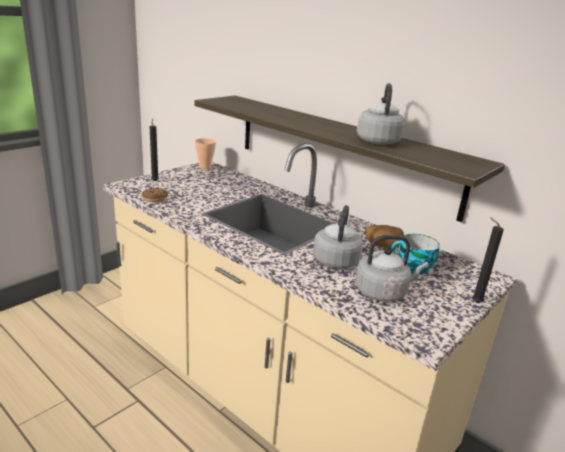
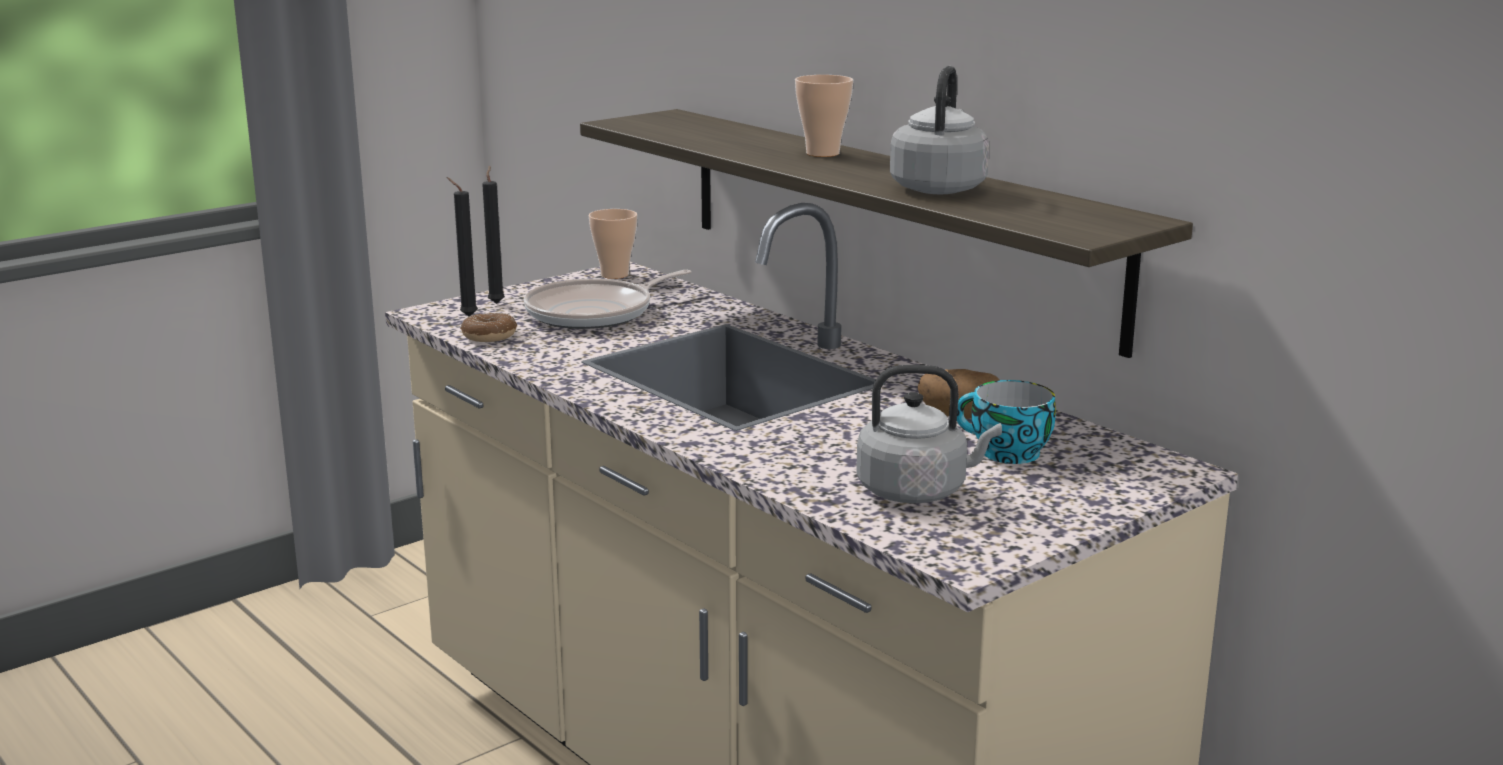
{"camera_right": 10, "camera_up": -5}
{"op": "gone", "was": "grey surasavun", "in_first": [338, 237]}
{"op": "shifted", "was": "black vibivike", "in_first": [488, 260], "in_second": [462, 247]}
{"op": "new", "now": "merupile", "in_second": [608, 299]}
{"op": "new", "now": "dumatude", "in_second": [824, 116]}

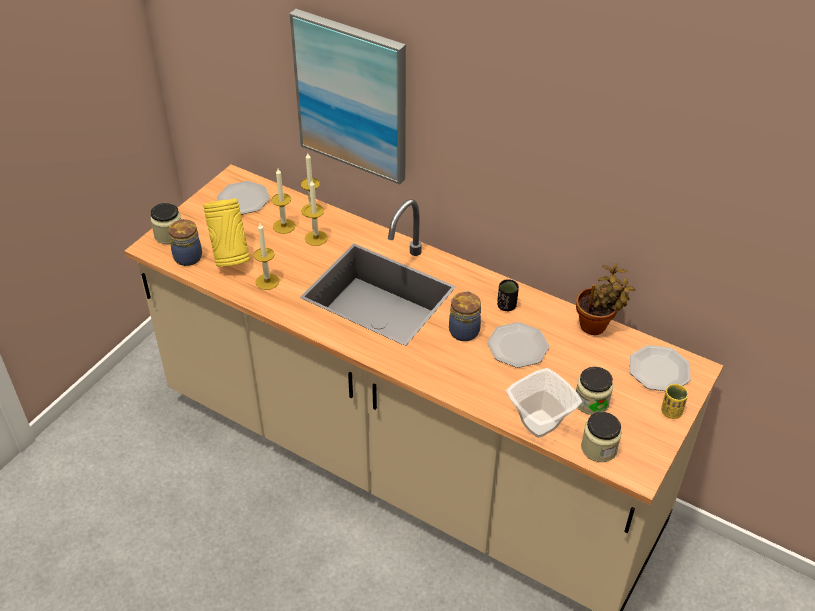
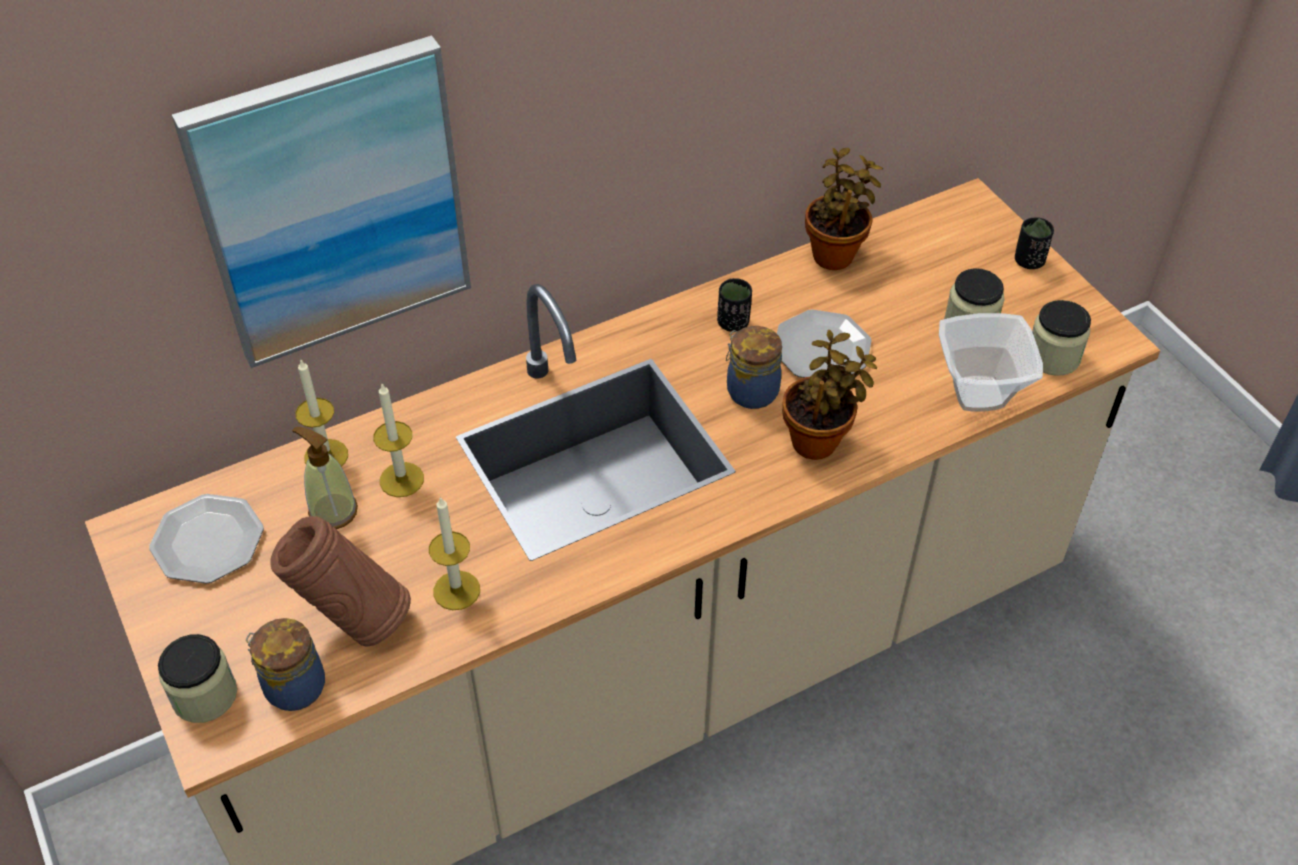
{"camera_right": -60, "camera_up": 5}
{"op": "repainted", "was": "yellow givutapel", "now": "brown givutapel", "in_first": [226, 232], "in_second": [340, 581]}
{"op": "swapped", "was": "vibivike", "now": "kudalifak", "in_first": [283, 201], "in_second": [325, 478]}
{"op": "gone", "was": "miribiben", "in_first": [660, 368]}
{"op": "repainted", "was": "yellow dumatude", "now": "black dumatude", "in_first": [674, 401], "in_second": [1034, 243]}
{"op": "new", "now": "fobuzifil", "in_second": [829, 395]}

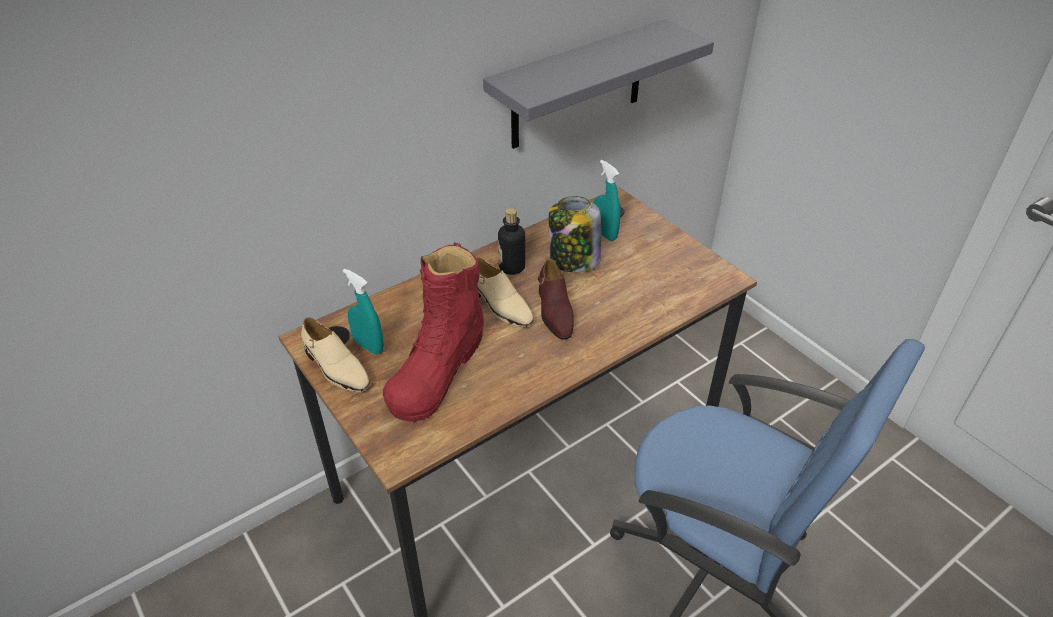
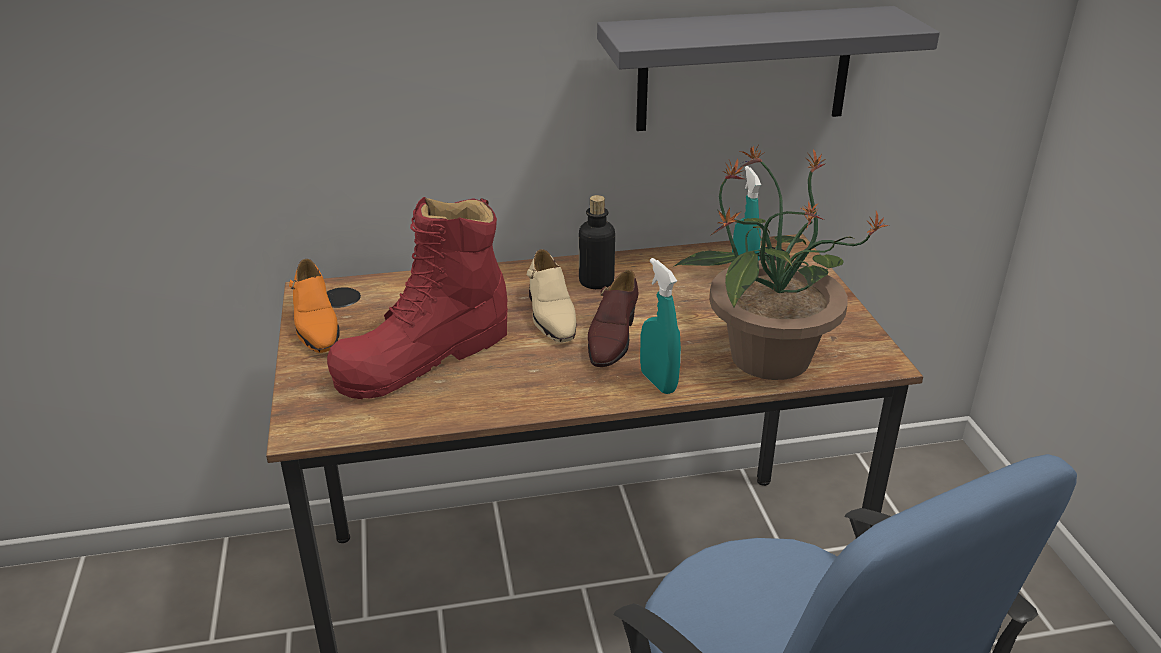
{"camera_right": 25, "camera_up": -10}
{"op": "repainted", "was": "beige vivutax", "now": "orange vivutax", "in_first": [335, 355], "in_second": [314, 306]}
{"op": "shifted", "was": "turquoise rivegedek", "in_first": [363, 311], "in_second": [660, 326]}
{"op": "gone", "was": "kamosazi", "in_first": [575, 234]}
{"op": "new", "now": "fobuzifil", "in_second": [781, 262]}

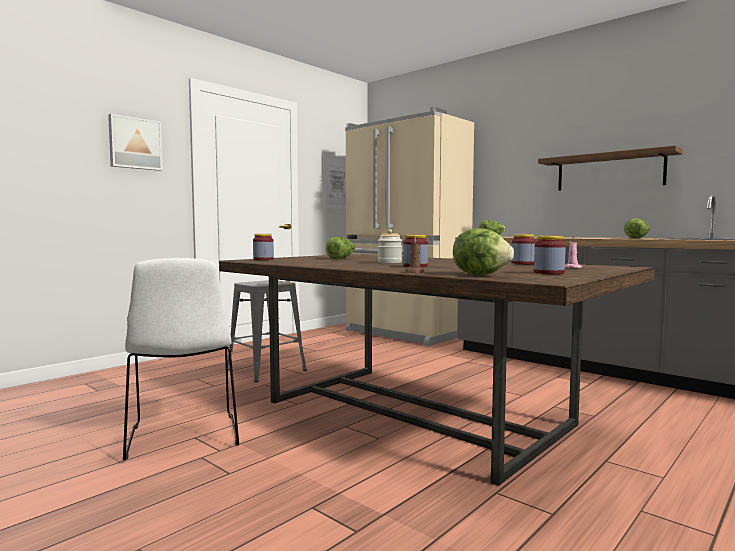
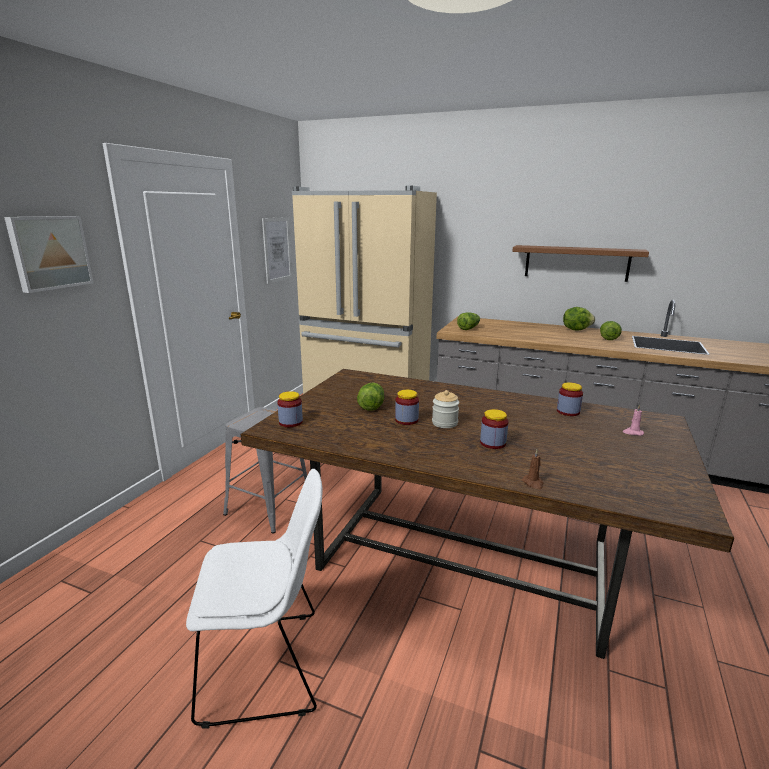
{"camera_right": -20, "camera_up": 15}
{"op": "rotated", "was": "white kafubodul", "in_first": [181, 359], "in_second": [254, 599], "clockwise": -60}
{"op": "shifted", "was": "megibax", "in_first": [483, 251], "in_second": [579, 318]}
{"op": "shifted", "was": "kamosazi", "in_first": [550, 255], "in_second": [407, 407]}

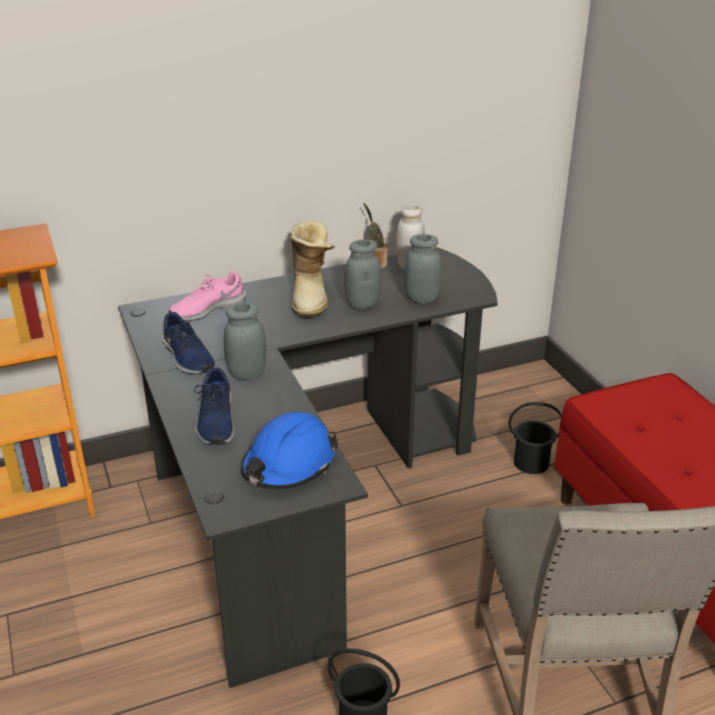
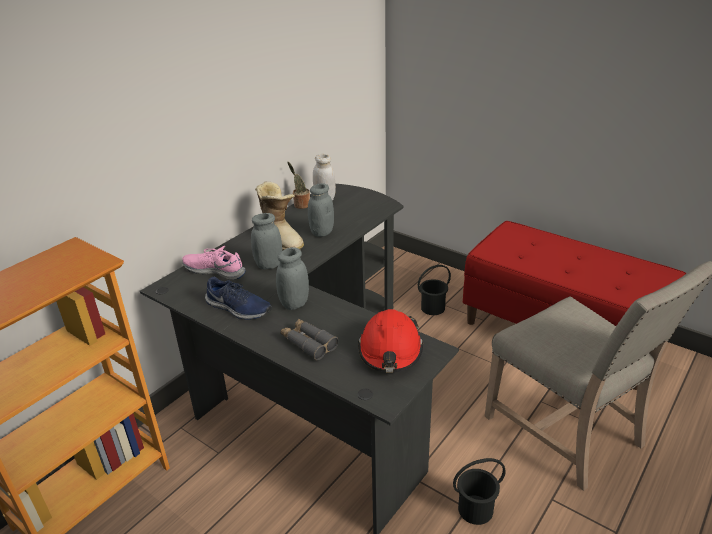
{"camera_right": -30, "camera_up": 0}
{"op": "rotated", "was": "pink vivutax", "in_first": [207, 296], "in_second": [213, 263], "clockwise": 90}
{"op": "swapped", "was": "blue vivutax", "now": "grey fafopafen", "in_first": [214, 406], "in_second": [309, 339]}
{"op": "repainted", "was": "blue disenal", "now": "red disenal", "in_first": [289, 450], "in_second": [390, 341]}
{"op": "shifted", "was": "grey kamosazi", "in_first": [423, 269], "in_second": [266, 241]}

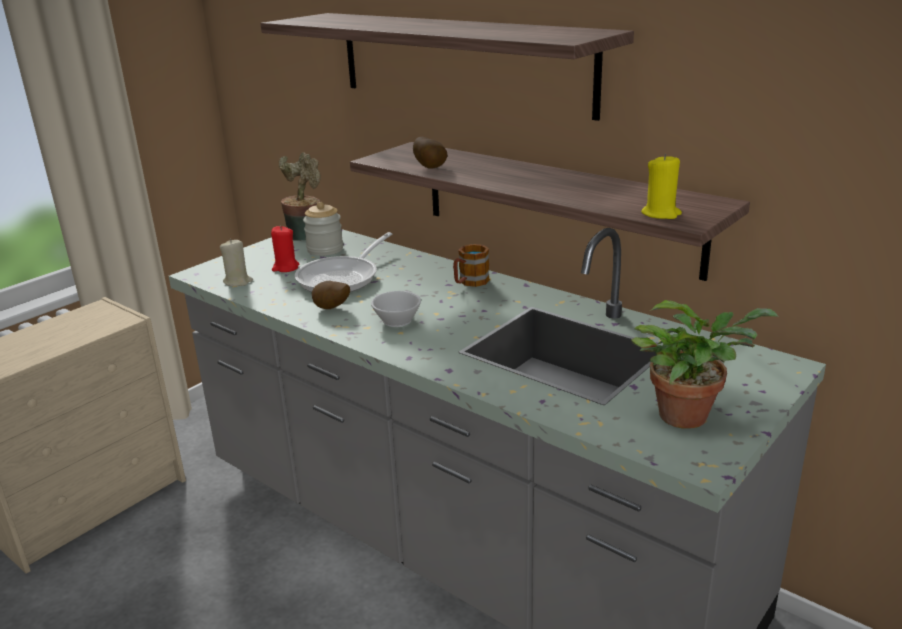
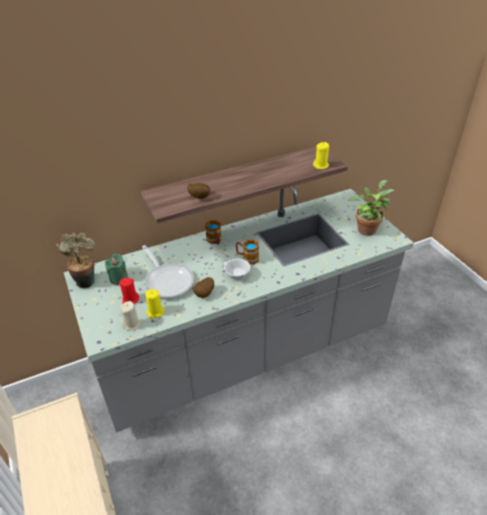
{"camera_right": -65, "camera_up": 15}
{"op": "gone", "was": "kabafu", "in_first": [447, 67]}
{"op": "swapped", "was": "kamosazi", "now": "green vibivike", "in_first": [323, 229], "in_second": [116, 269]}
{"op": "new", "now": "yellow vibivike", "in_second": [155, 304]}
{"op": "new", "now": "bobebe", "in_second": [247, 252]}

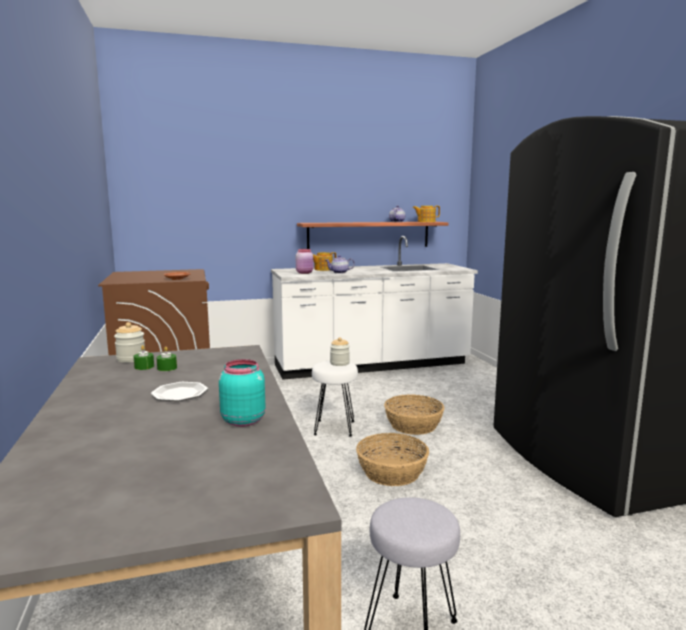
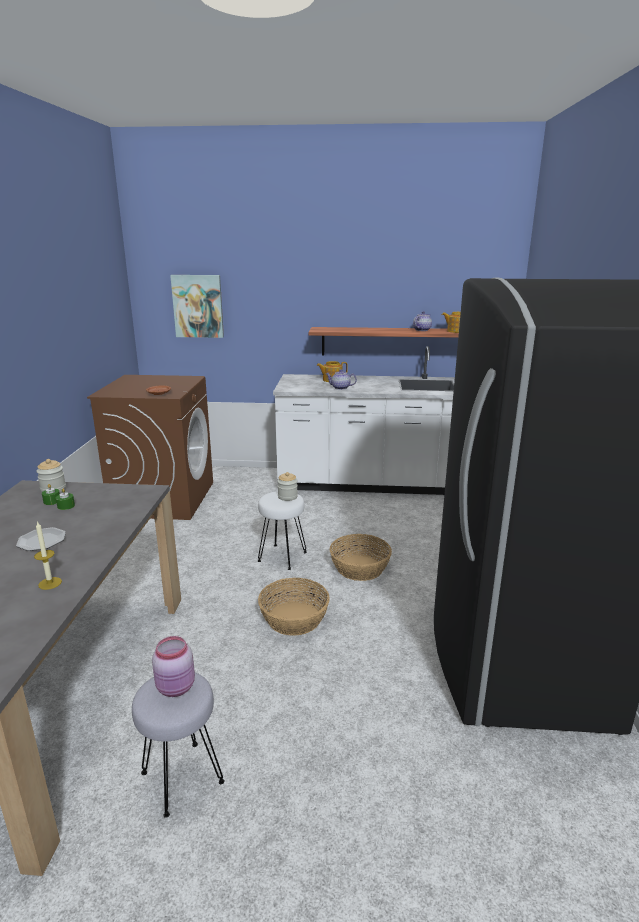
{"camera_right": 20, "camera_up": 10}
{"op": "swapped", "was": "turquoise kamosazi", "now": "vibivike", "in_first": [242, 393], "in_second": [48, 555]}
{"op": "shifted", "was": "pink kamosazi", "in_first": [304, 261], "in_second": [173, 666]}
{"op": "new", "now": "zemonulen", "in_second": [197, 306]}

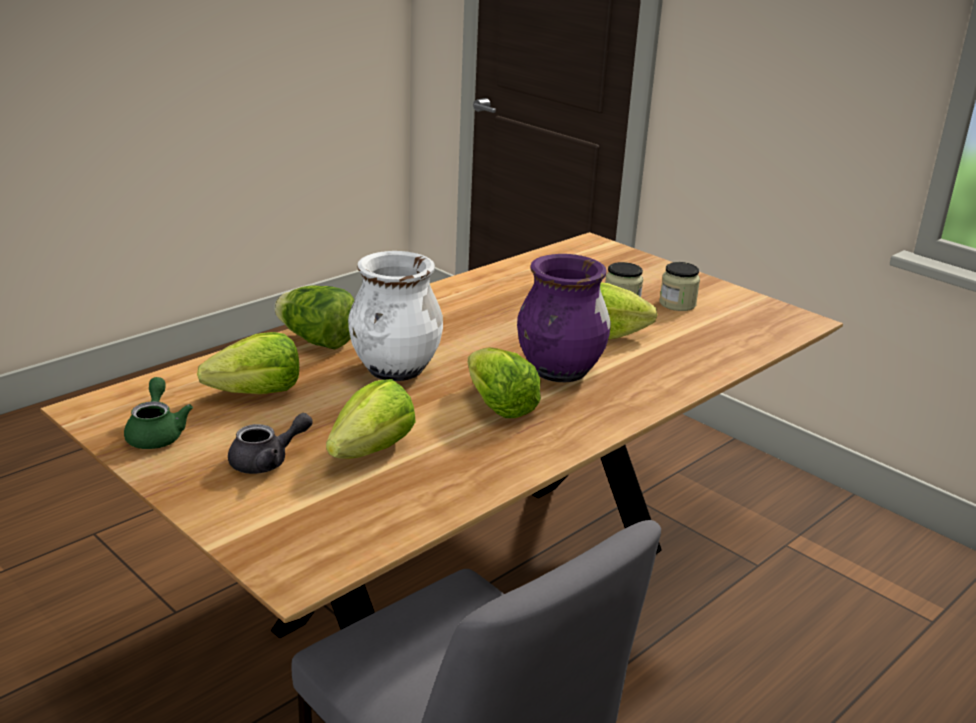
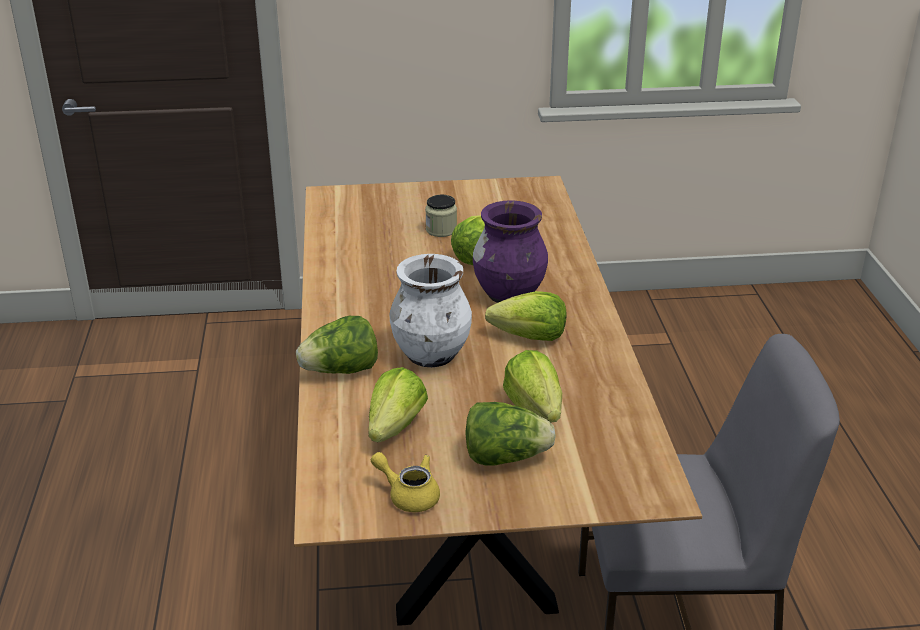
{"camera_right": -50, "camera_up": 5}
{"op": "repainted", "was": "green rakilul", "now": "yellow rakilul", "in_first": [158, 413], "in_second": [405, 482]}
{"op": "swapped", "was": "grey rakilul", "now": "megibax", "in_first": [270, 443], "in_second": [510, 434]}
{"op": "gone", "was": "kamosazi", "in_first": [680, 286]}

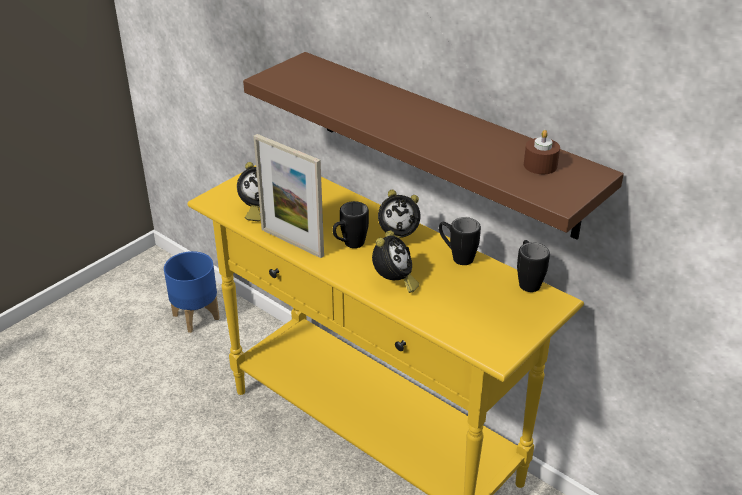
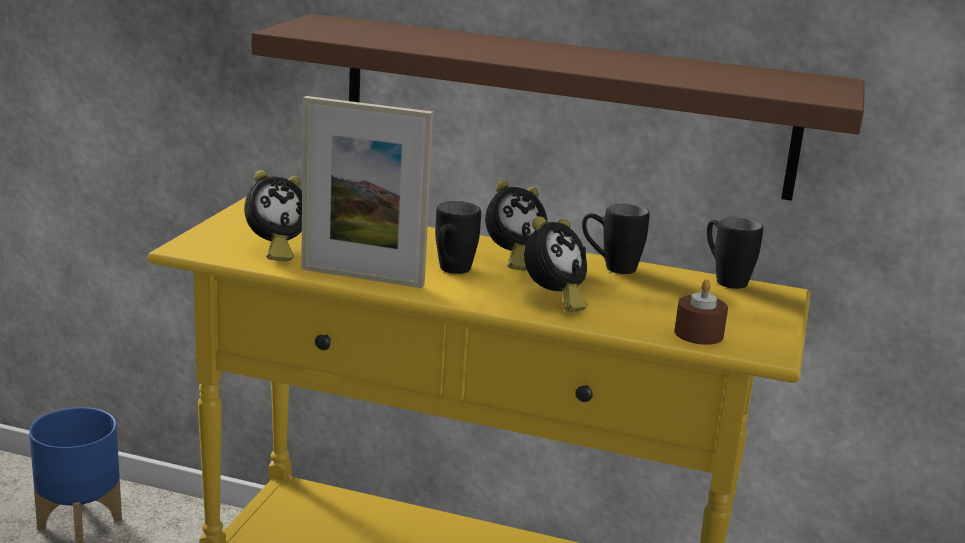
{"camera_right": -25, "camera_up": -15}
{"op": "rotated", "was": "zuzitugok", "in_first": [395, 261], "in_second": [556, 263], "clockwise": 45}
{"op": "shifted", "was": "brown vibivike", "in_first": [542, 152], "in_second": [701, 312]}

